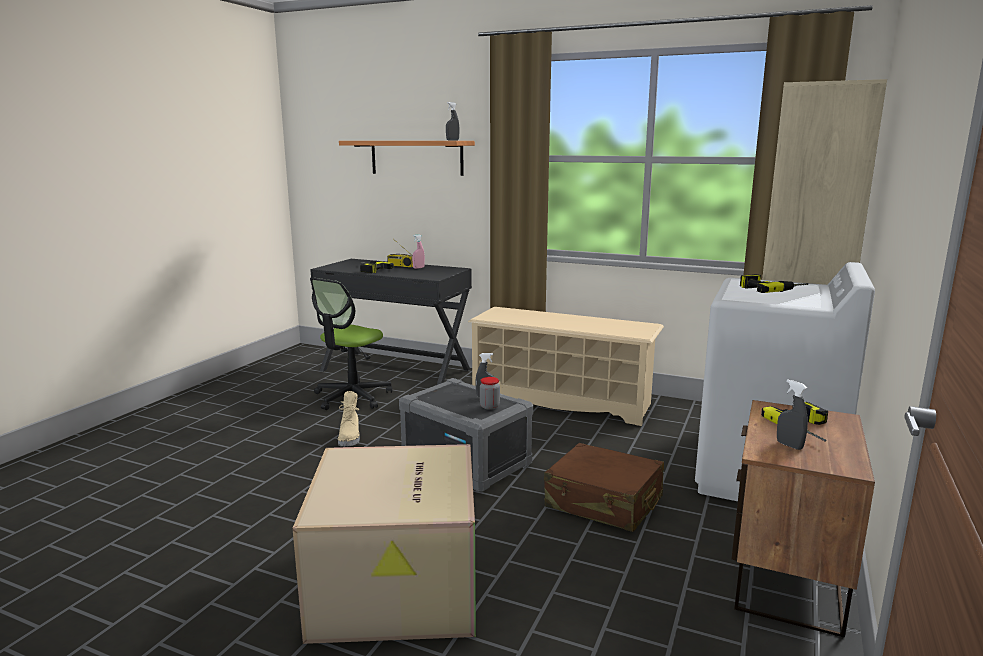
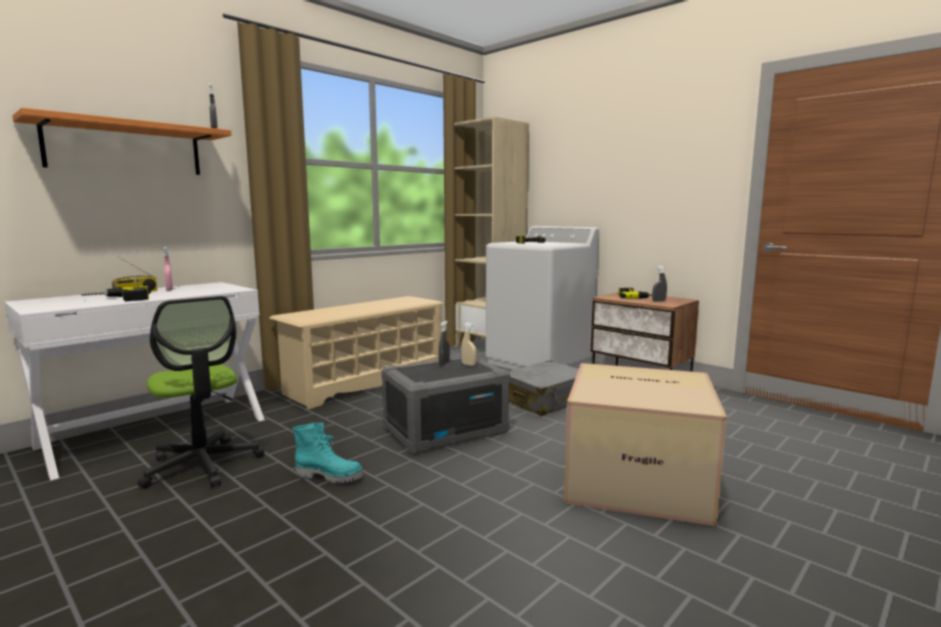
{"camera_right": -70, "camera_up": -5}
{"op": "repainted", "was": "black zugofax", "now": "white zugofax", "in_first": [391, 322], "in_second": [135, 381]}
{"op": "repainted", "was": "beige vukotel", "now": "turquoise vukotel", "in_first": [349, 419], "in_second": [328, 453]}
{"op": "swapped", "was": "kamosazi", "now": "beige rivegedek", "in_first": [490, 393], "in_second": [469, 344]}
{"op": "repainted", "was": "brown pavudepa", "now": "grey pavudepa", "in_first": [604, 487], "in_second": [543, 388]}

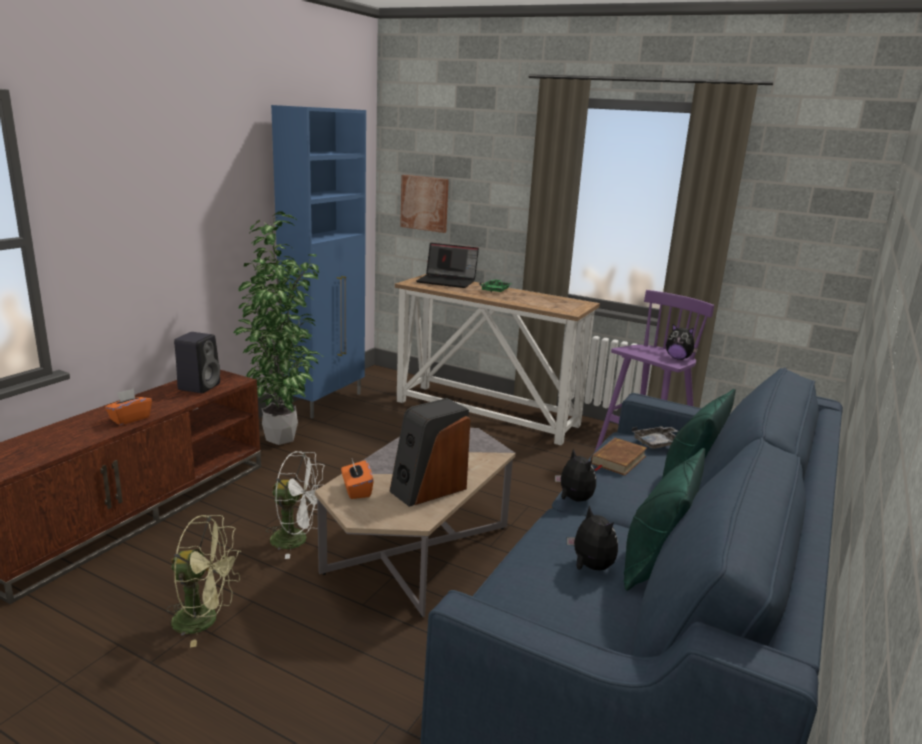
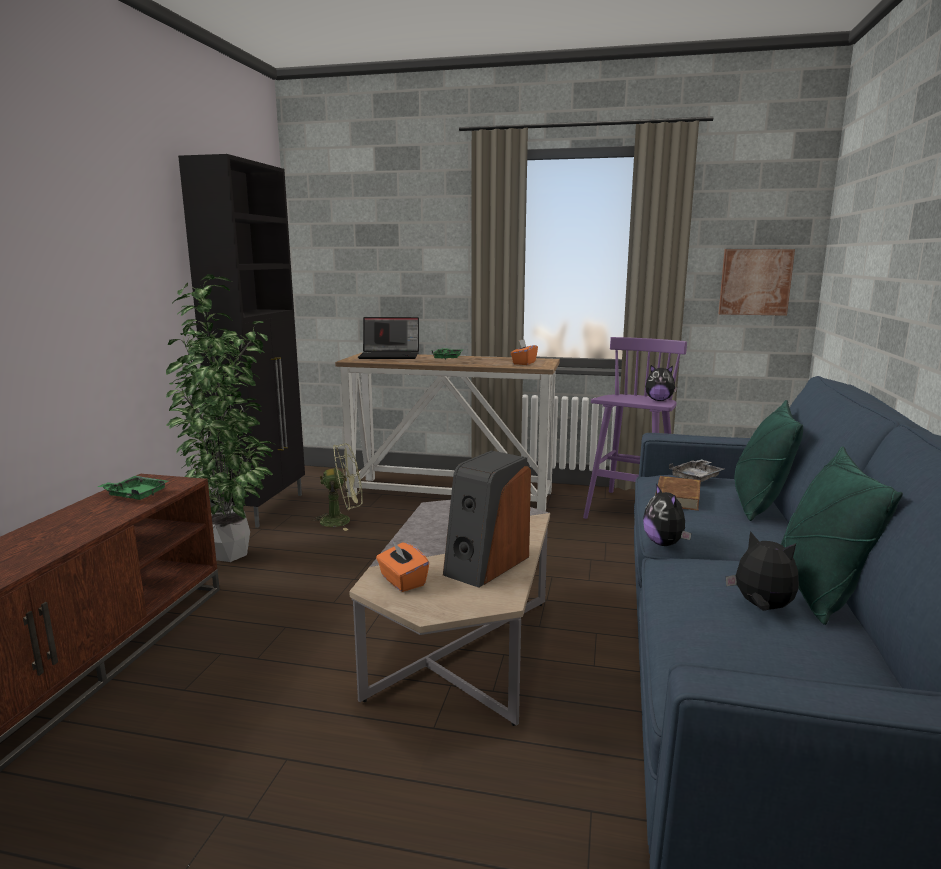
{"camera_right": -15, "camera_up": -5}
{"op": "shifted", "was": "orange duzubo", "in_first": [128, 406], "in_second": [524, 352]}
{"op": "shifted", "was": "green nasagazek", "in_first": [203, 581], "in_second": [337, 487]}
{"op": "swapped", "was": "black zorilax", "now": "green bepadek", "in_first": [197, 362], "in_second": [132, 488]}
{"op": "gone", "was": "white nasagazek", "in_first": [295, 505]}
{"op": "repainted", "was": "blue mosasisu", "now": "black mosasisu", "in_first": [318, 262], "in_second": [241, 341]}
{"op": "shifted", "was": "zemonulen", "in_first": [424, 204], "in_second": [757, 282]}
{"op": "rotated", "was": "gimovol", "in_first": [575, 475], "in_second": [667, 515], "clockwise": -150}

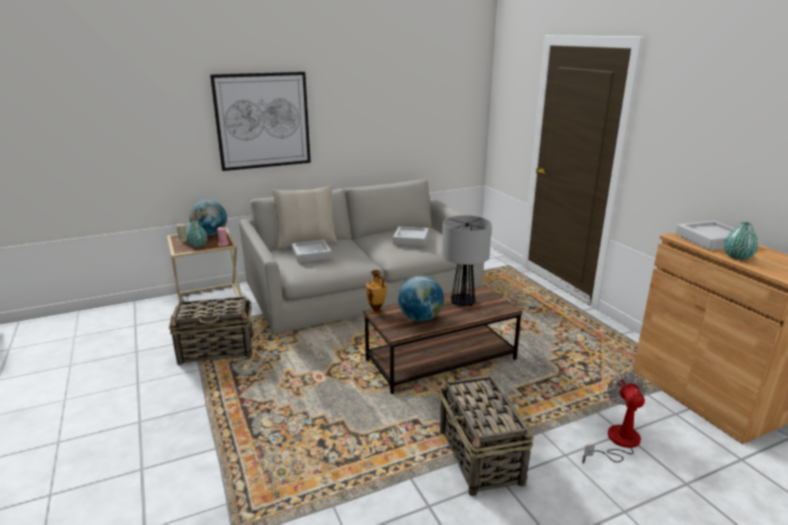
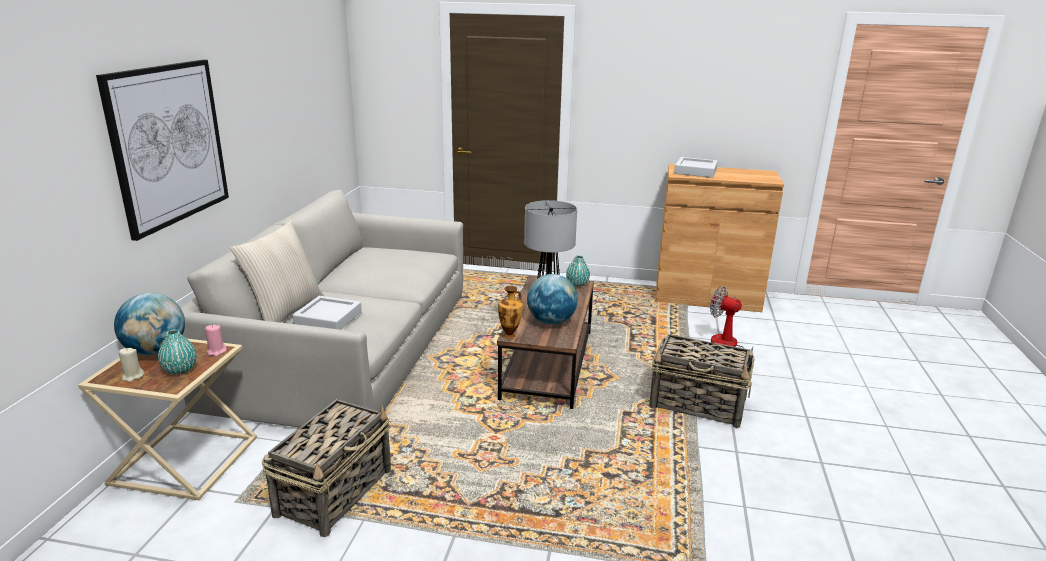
{"camera_right": -55, "camera_up": 0}
{"op": "gone", "was": "grey bepadek", "in_first": [411, 236]}
{"op": "shifted", "was": "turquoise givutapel", "in_first": [741, 241], "in_second": [578, 271]}

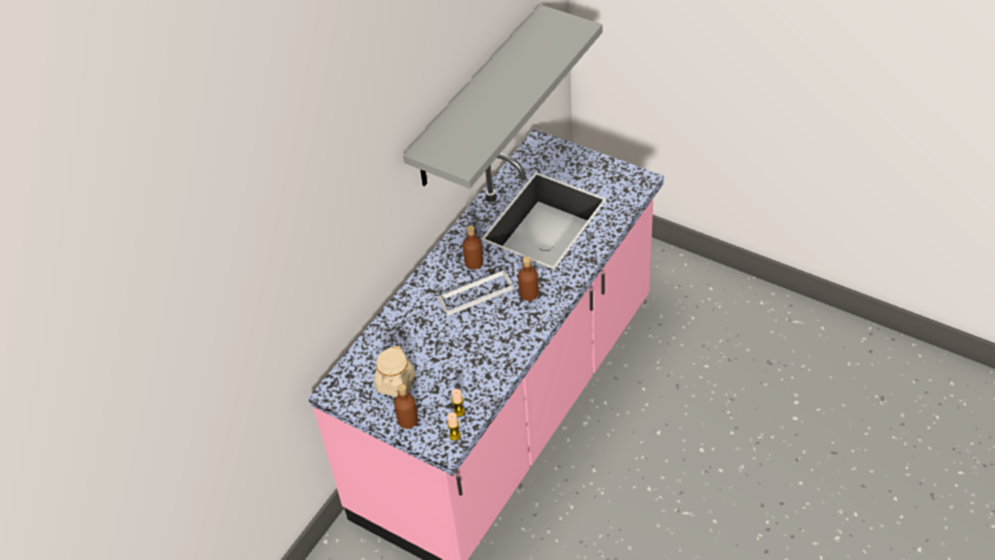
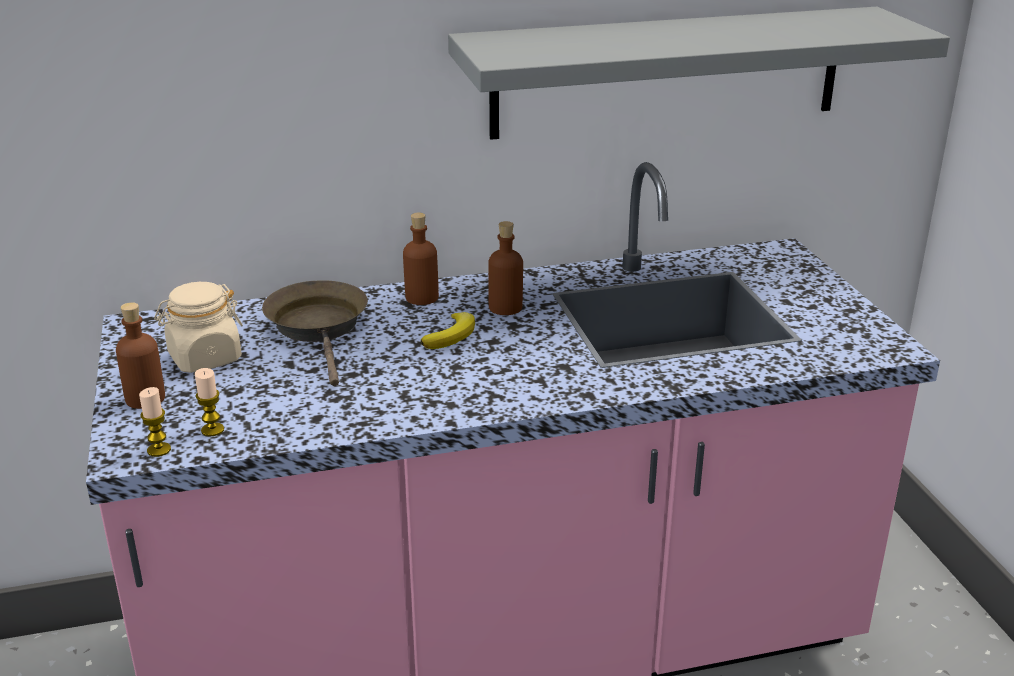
{"camera_right": 40, "camera_up": -20}
{"op": "swapped", "was": "white bepadek", "now": "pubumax", "in_first": [475, 293], "in_second": [448, 330]}
{"op": "shifted", "was": "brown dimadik", "in_first": [528, 279], "in_second": [421, 259]}
{"op": "new", "now": "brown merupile", "in_second": [315, 333]}

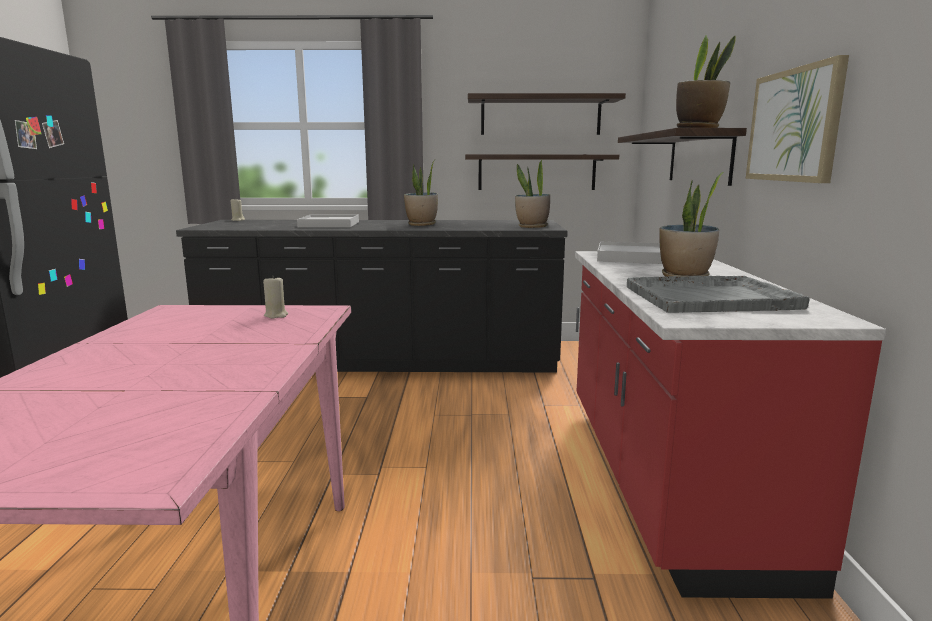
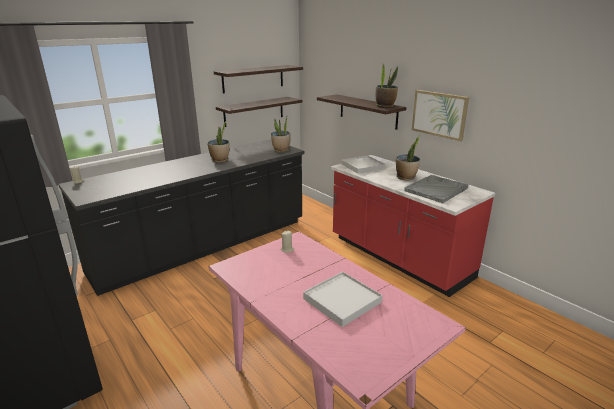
{"camera_right": -40, "camera_up": 10}
{"op": "shifted", "was": "white bepadek", "in_first": [328, 221], "in_second": [343, 299]}

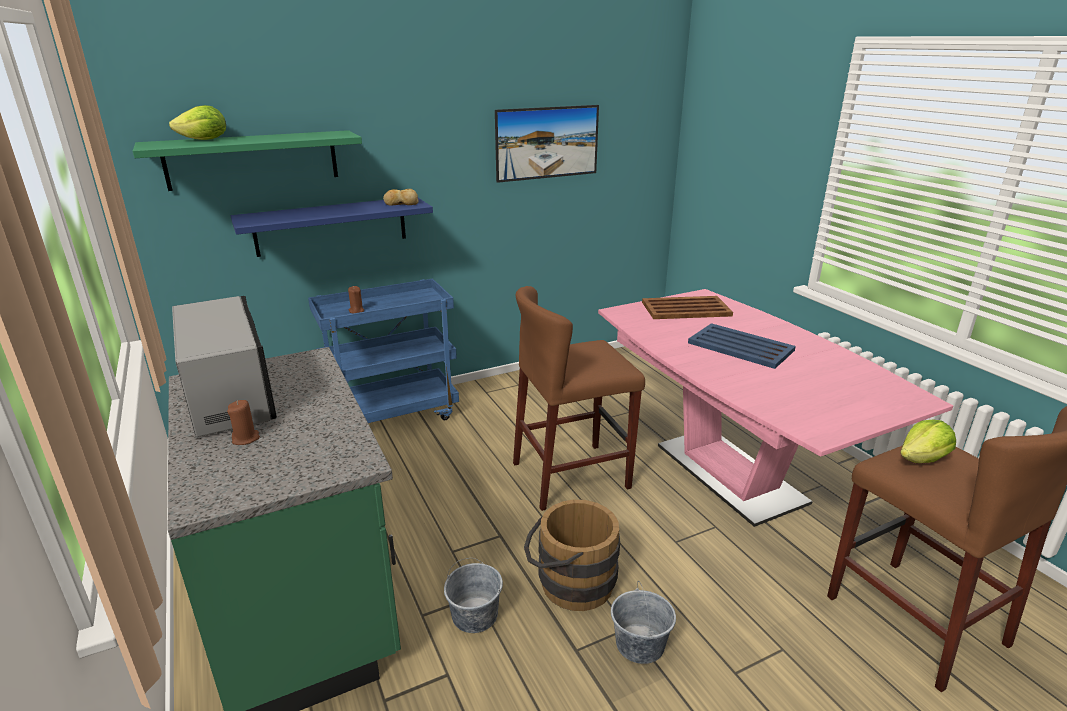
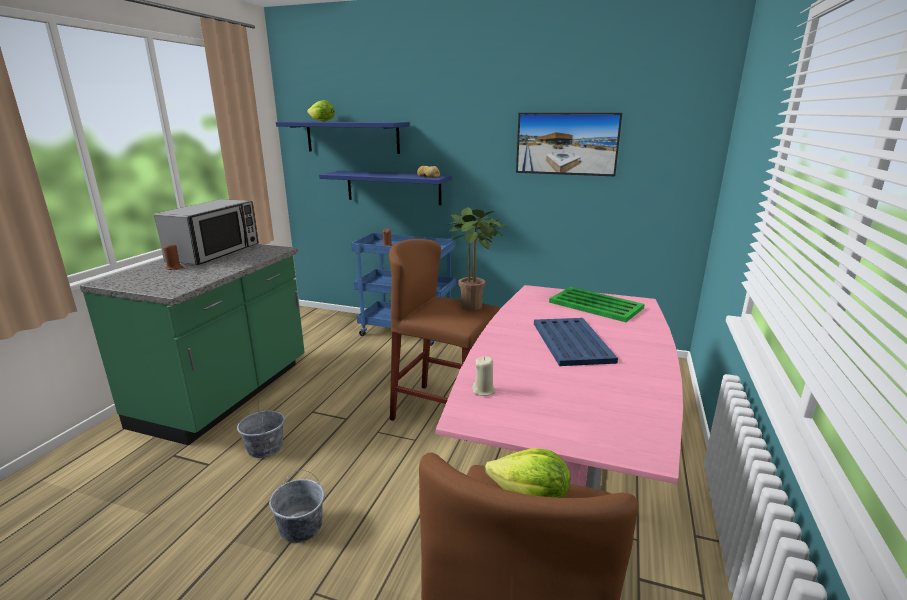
{"camera_right": 45, "camera_up": -5}
{"op": "repainted", "was": "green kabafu", "now": "blue kabafu", "in_first": [247, 160], "in_second": [342, 137]}
{"op": "gone", "was": "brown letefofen", "in_first": [572, 555]}
{"op": "repainted", "was": "brown bepadek", "now": "green bepadek", "in_first": [687, 307], "in_second": [597, 304]}
{"op": "new", "now": "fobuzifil", "in_second": [477, 258]}
{"op": "new", "now": "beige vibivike", "in_second": [484, 376]}

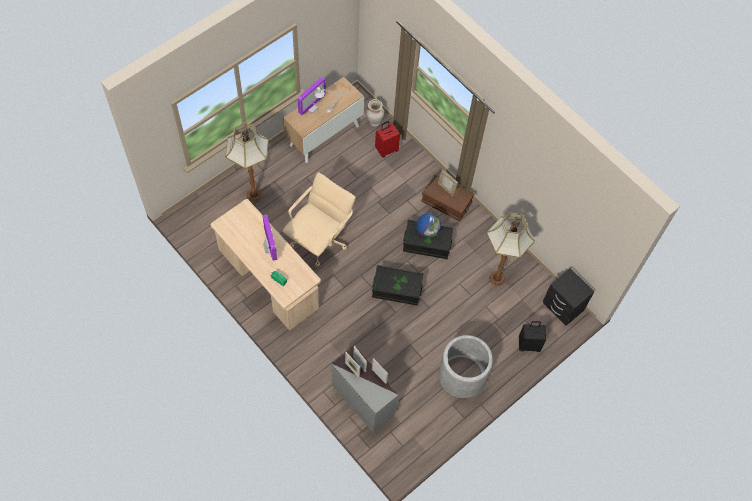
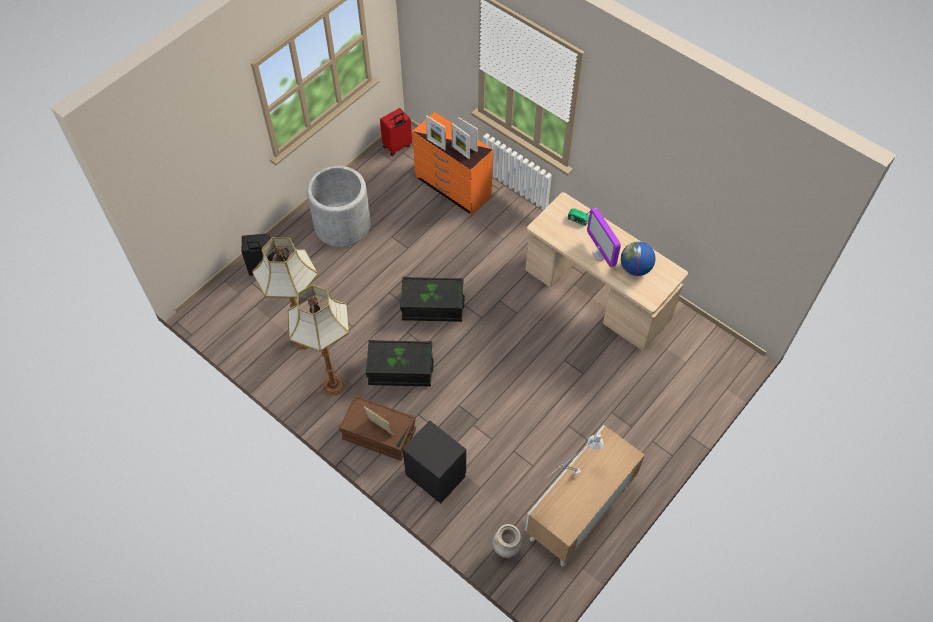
{"camera_right": 175, "camera_up": -5}
{"op": "shifted", "was": "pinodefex", "in_first": [247, 162], "in_second": [319, 340]}
{"op": "gone", "was": "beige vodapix", "in_first": [319, 219]}
{"op": "gone", "was": "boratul", "in_first": [312, 96]}
{"op": "repainted", "was": "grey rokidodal", "now": "orange rokidodal", "in_first": [364, 390], "in_second": [452, 163]}
{"op": "shifted", "was": "red pavudepa", "in_first": [387, 139], "in_second": [396, 132]}
{"op": "shifted", "was": "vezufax", "in_first": [429, 225], "in_second": [638, 258]}
{"op": "shifted", "was": "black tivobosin", "in_first": [568, 297], "in_second": [434, 462]}

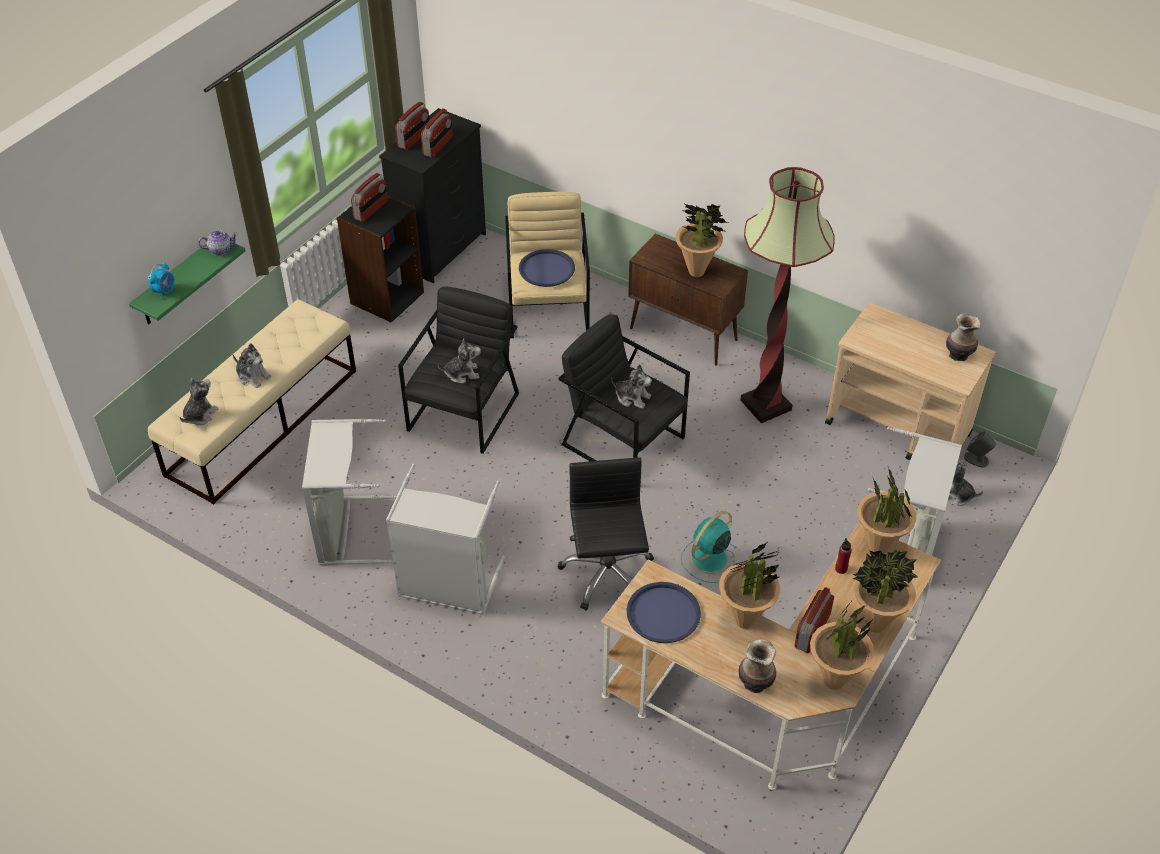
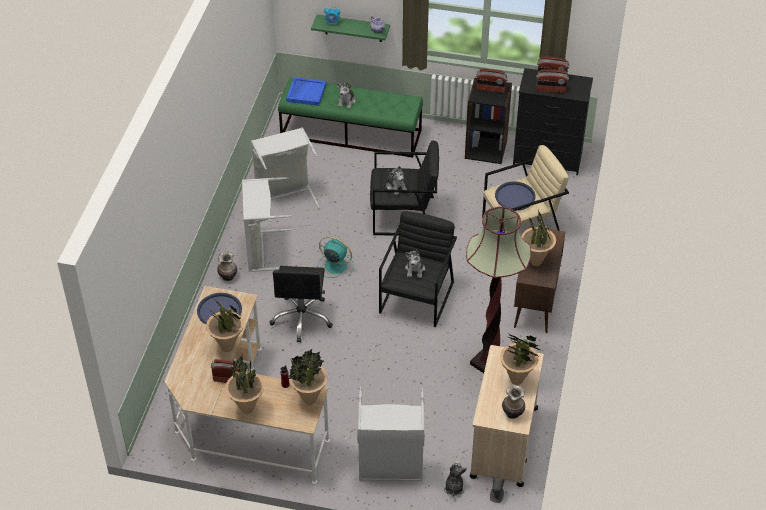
{"camera_right": 70, "camera_up": 0}
{"op": "repainted", "was": "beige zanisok", "now": "green zanisok", "in_first": [252, 401], "in_second": [350, 118]}
{"op": "swapped", "was": "gimovol", "now": "blue bepadek", "in_first": [199, 402], "in_second": [306, 91]}
{"op": "rotated", "was": "black vodapix", "in_first": [606, 533], "in_second": [301, 304], "clockwise": 120}
{"op": "shifted", "was": "turquoise nasagazek", "in_first": [709, 547], "in_second": [335, 257]}
{"op": "shifted", "was": "givutapel", "in_first": [757, 666], "in_second": [227, 266]}
{"op": "shifted", "was": "fobuzifil", "in_first": [842, 644], "in_second": [521, 359]}

